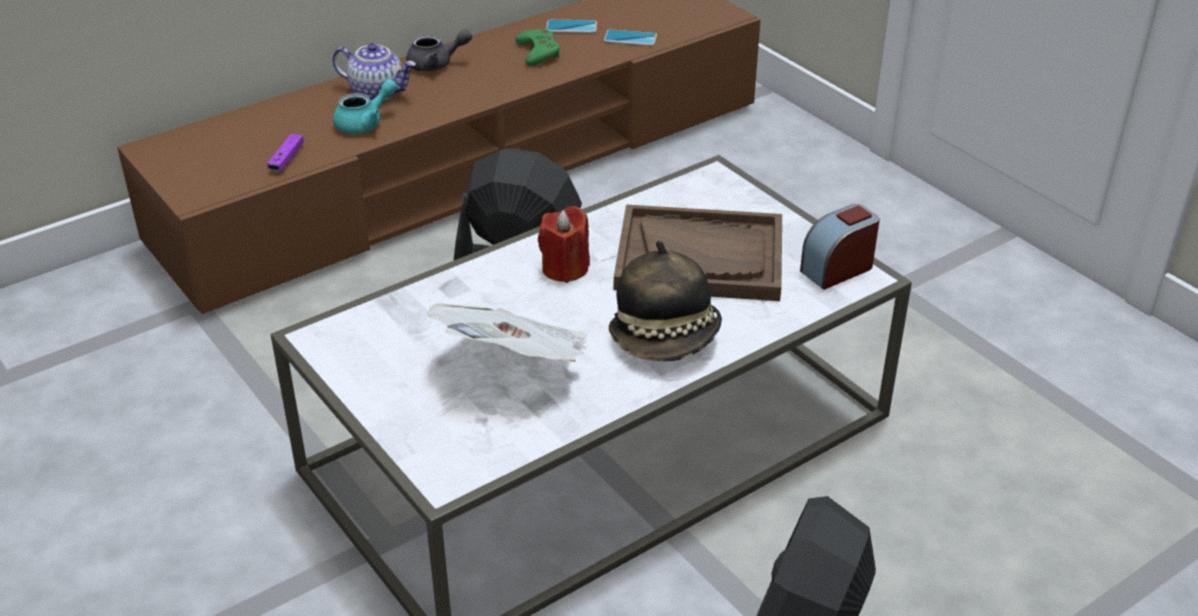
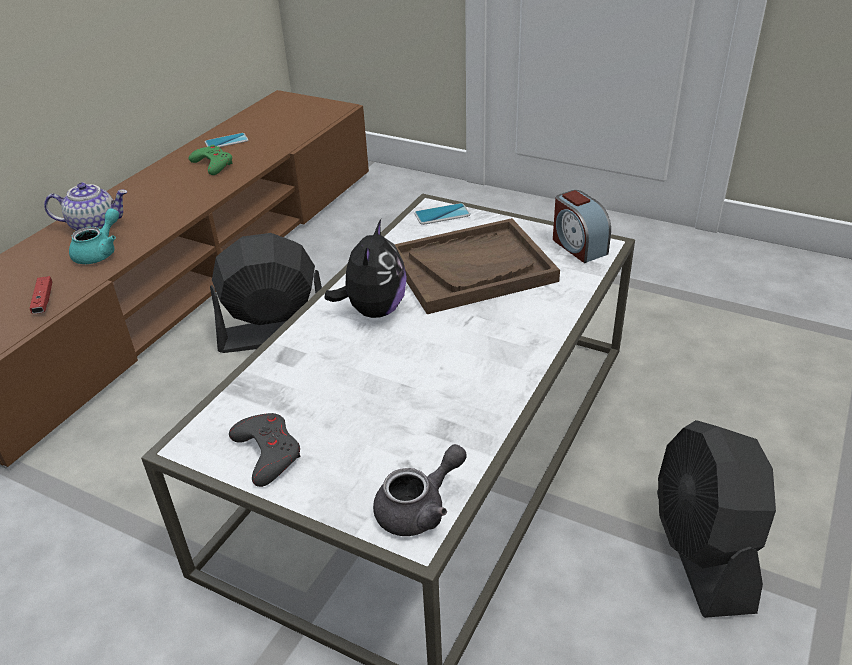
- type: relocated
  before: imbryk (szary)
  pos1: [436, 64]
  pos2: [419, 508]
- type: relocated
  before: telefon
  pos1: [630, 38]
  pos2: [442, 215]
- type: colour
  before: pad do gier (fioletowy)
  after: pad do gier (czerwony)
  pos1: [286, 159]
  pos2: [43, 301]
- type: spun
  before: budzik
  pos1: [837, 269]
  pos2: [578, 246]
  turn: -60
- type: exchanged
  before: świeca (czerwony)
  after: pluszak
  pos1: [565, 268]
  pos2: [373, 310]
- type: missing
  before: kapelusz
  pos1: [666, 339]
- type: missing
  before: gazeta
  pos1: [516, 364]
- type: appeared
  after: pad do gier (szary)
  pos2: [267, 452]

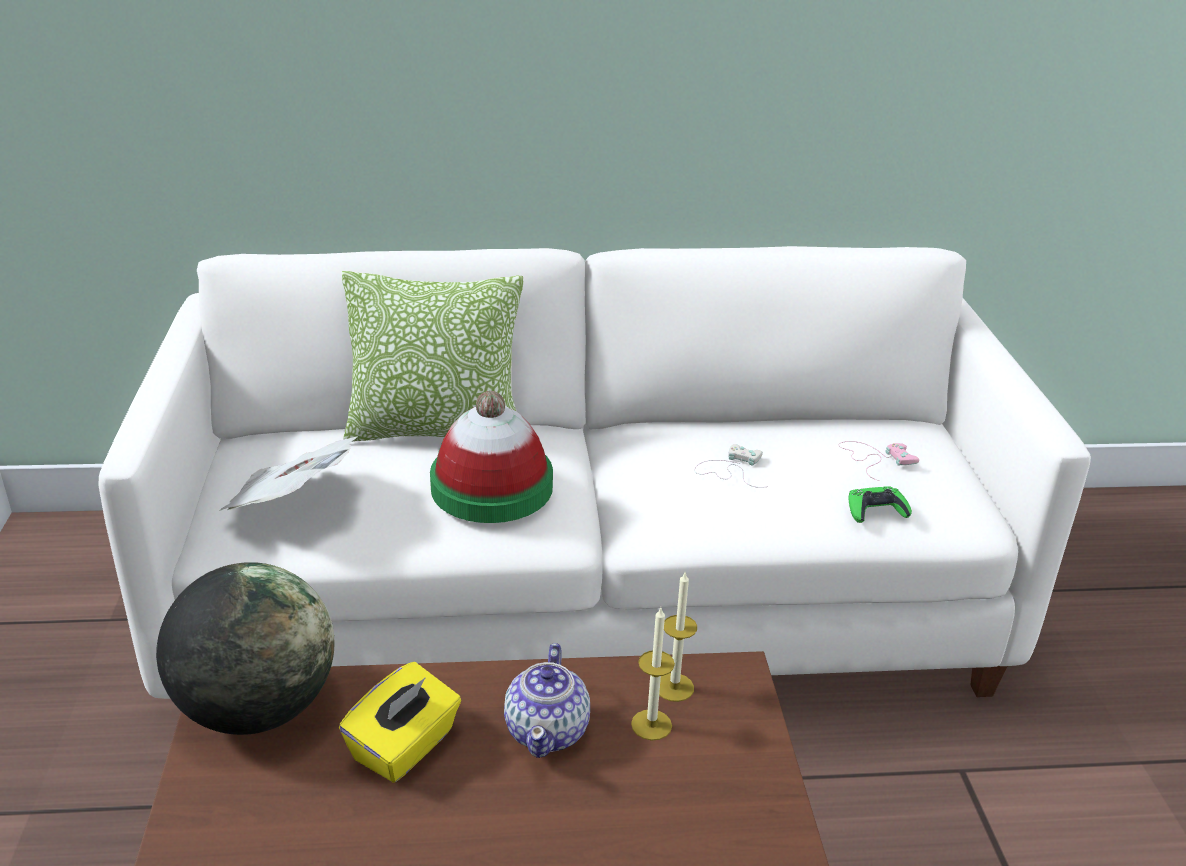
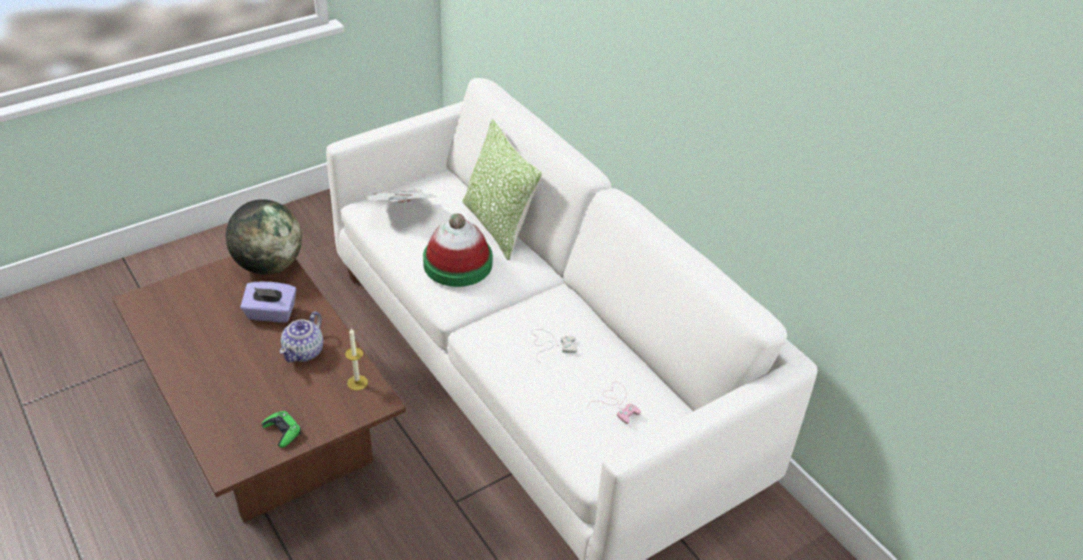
- type: relocated
  before: pad do gier (zielony)
  pos1: [876, 510]
  pos2: [282, 431]
- type: missing
  before: świeca
  pos1: [651, 725]
- type: spun
  before: imbryk
  pos1: [548, 730]
  pos2: [304, 351]
  turn: -45
- type: colour
  before: pudełko chusteczek (żółty)
  after: pudełko chusteczek (fioletowy)
  pos1: [405, 747]
  pos2: [271, 314]

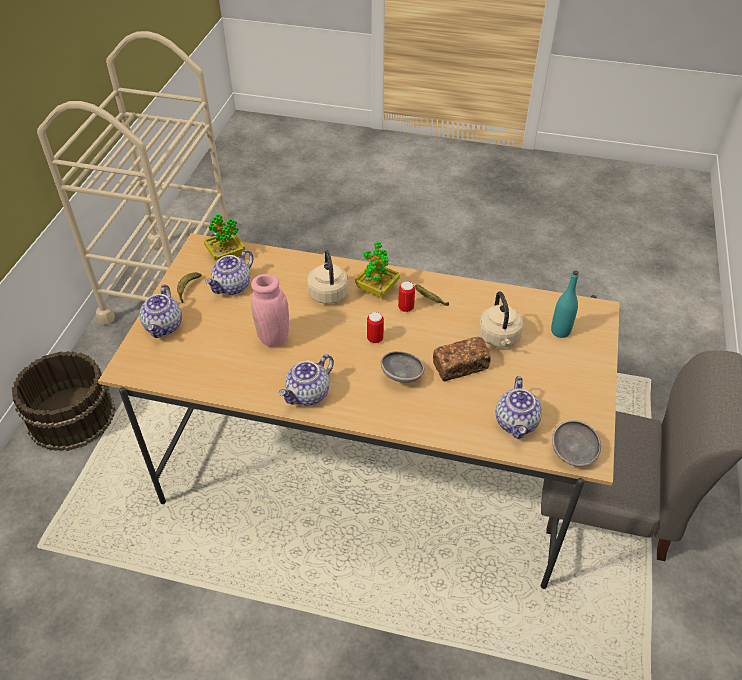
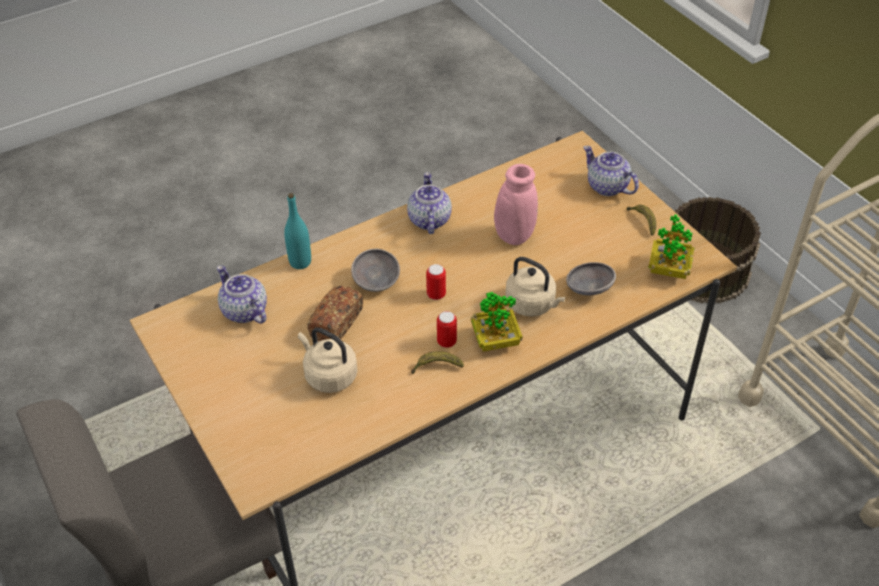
- type: missing
  before: imbryk
  pos1: [232, 286]
- type: relocated
  before: butelka (turkusowy)
  pos1: [560, 331]
  pos2: [300, 262]
- type: relocated
  before: miska (szary)
  pos1: [573, 453]
  pos2: [588, 289]

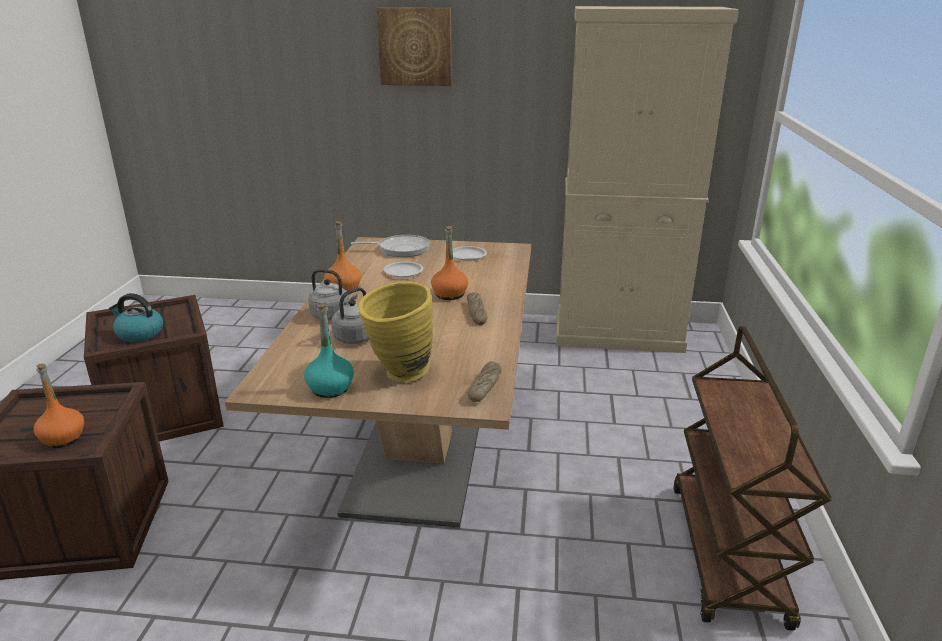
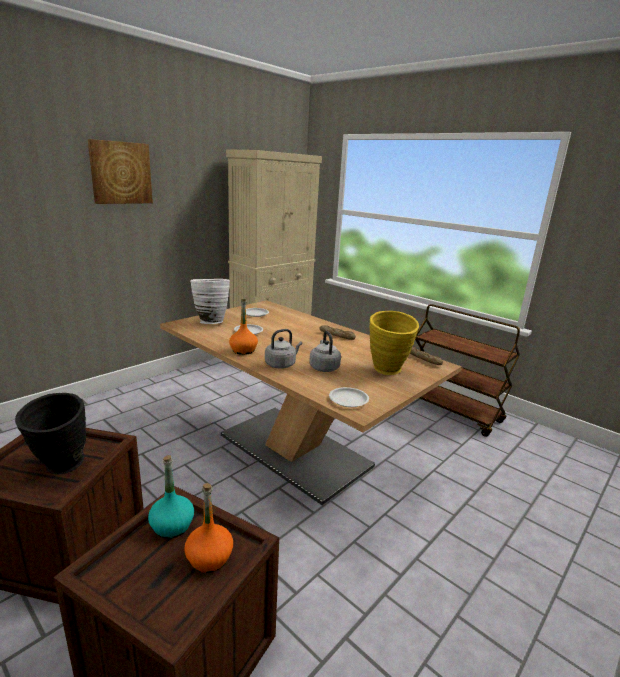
- type: missing
  before: butelka (pomarańczowy)
  pos1: [450, 294]
- type: exchanged
  before: patelnia
  after: wazon (biały)
  pos1: [400, 249]
  pos2: [210, 322]
- type: exchanged
  before: czajnik
  after: wazon (czarny)
  pos1: [139, 334]
  pos2: [61, 469]
- type: relocated
  before: butelka (turkusowy)
  pos1: [330, 388]
  pos2: [172, 526]
- type: appeared
  after: talerz (biały)
  pos2: [349, 400]

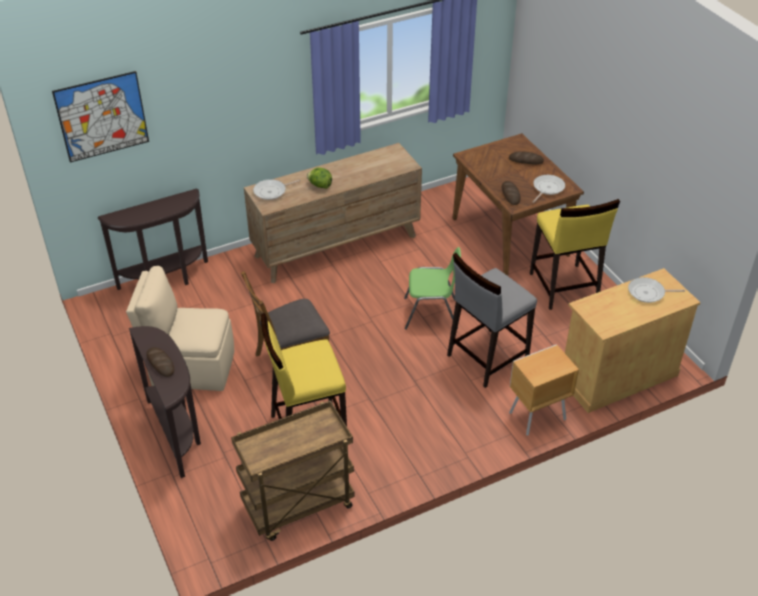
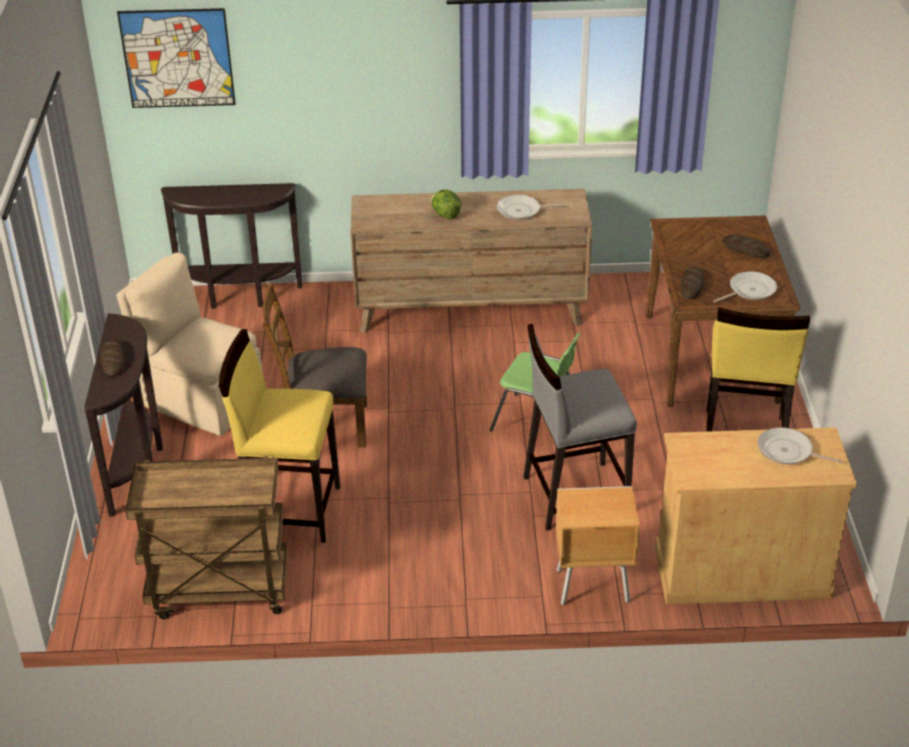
- type: relocated
  before: patelnia
  pos1: [272, 191]
  pos2: [521, 211]

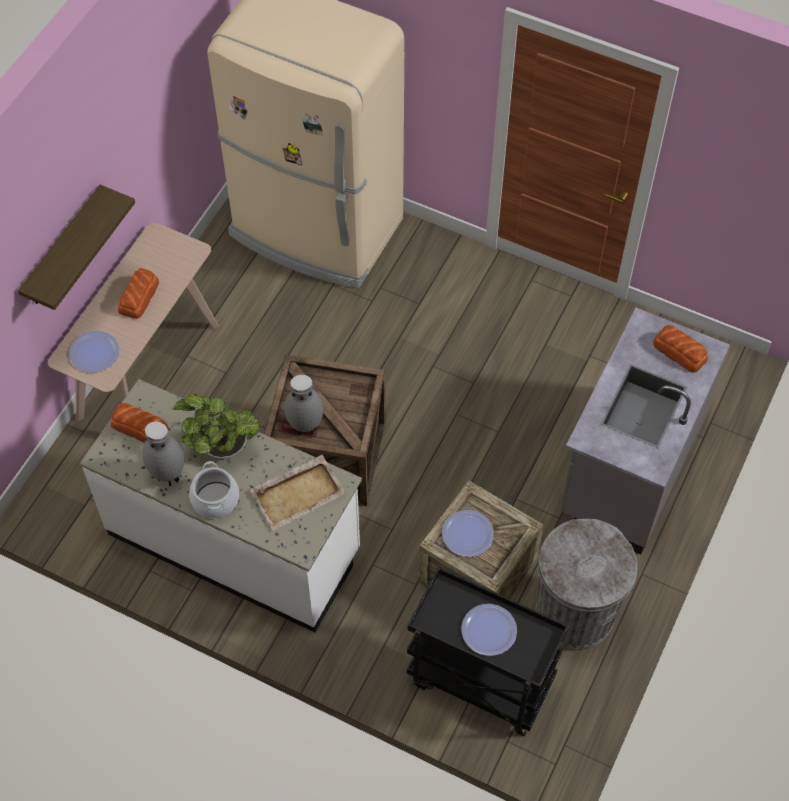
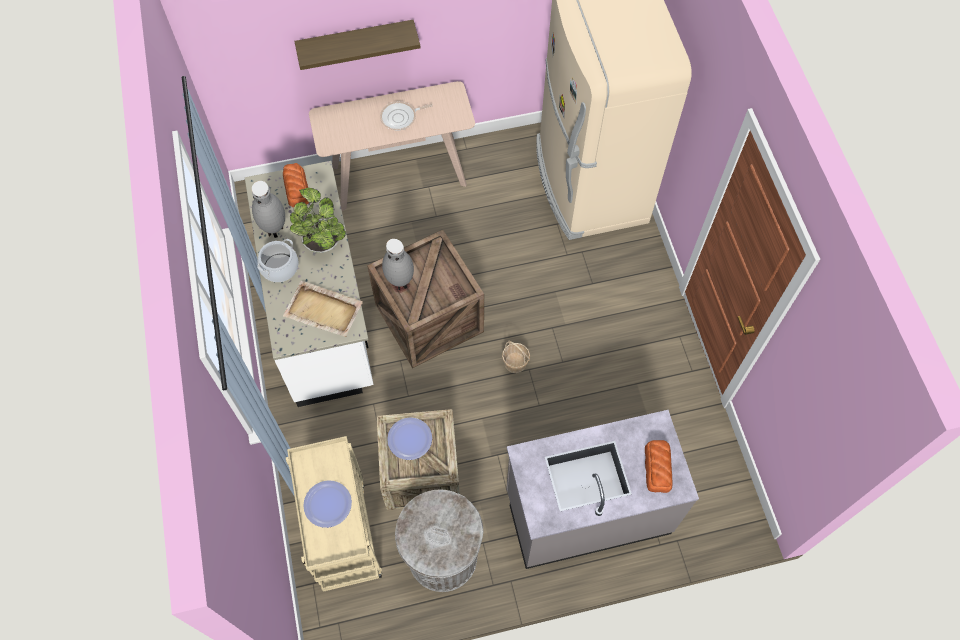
- type: exchanged
  before: chleb
  after: patelnia
  pos1: [139, 296]
  pos2: [401, 118]
- type: missing
  before: talerz
  pos1: [94, 353]
- type: colour
  before: wózek (czarny)
  after: wózek (beżowy)
  pos1: [479, 681]
  pos2: [342, 532]
- type: appeared
  after: koszyk
  pos2: [515, 363]

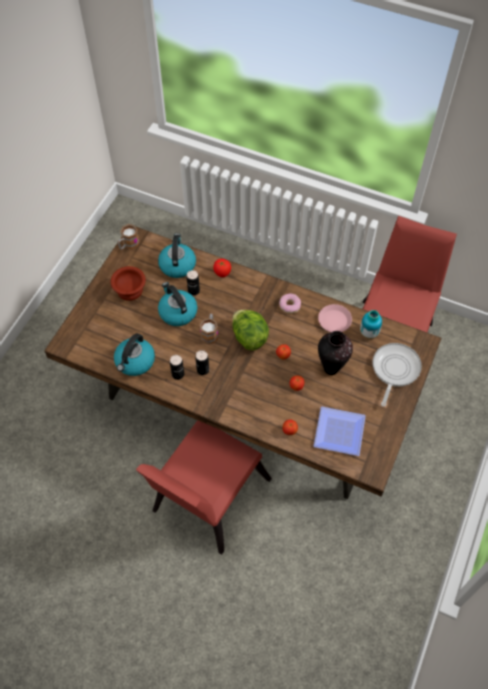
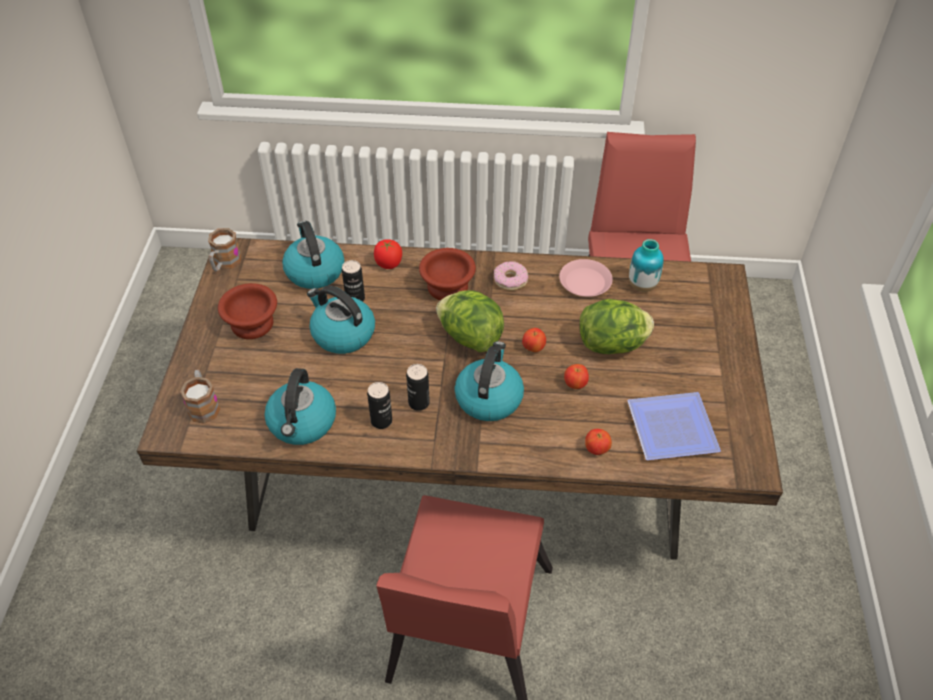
- type: relocated
  before: kubek
  pos1: [210, 333]
  pos2: [204, 405]
- type: exchanged
  before: wazon
  after: sałata
  pos1: [330, 368]
  pos2: [612, 345]
- type: missing
  before: patelnia
  pos1: [394, 370]
- type: appeared
  after: miska (brązowy)
  pos2: [449, 287]
- type: appeared
  after: czajnik
  pos2: [488, 398]

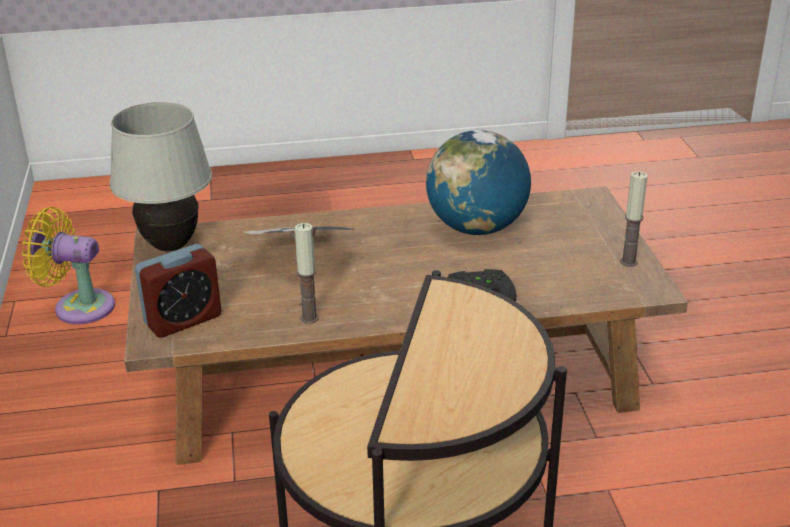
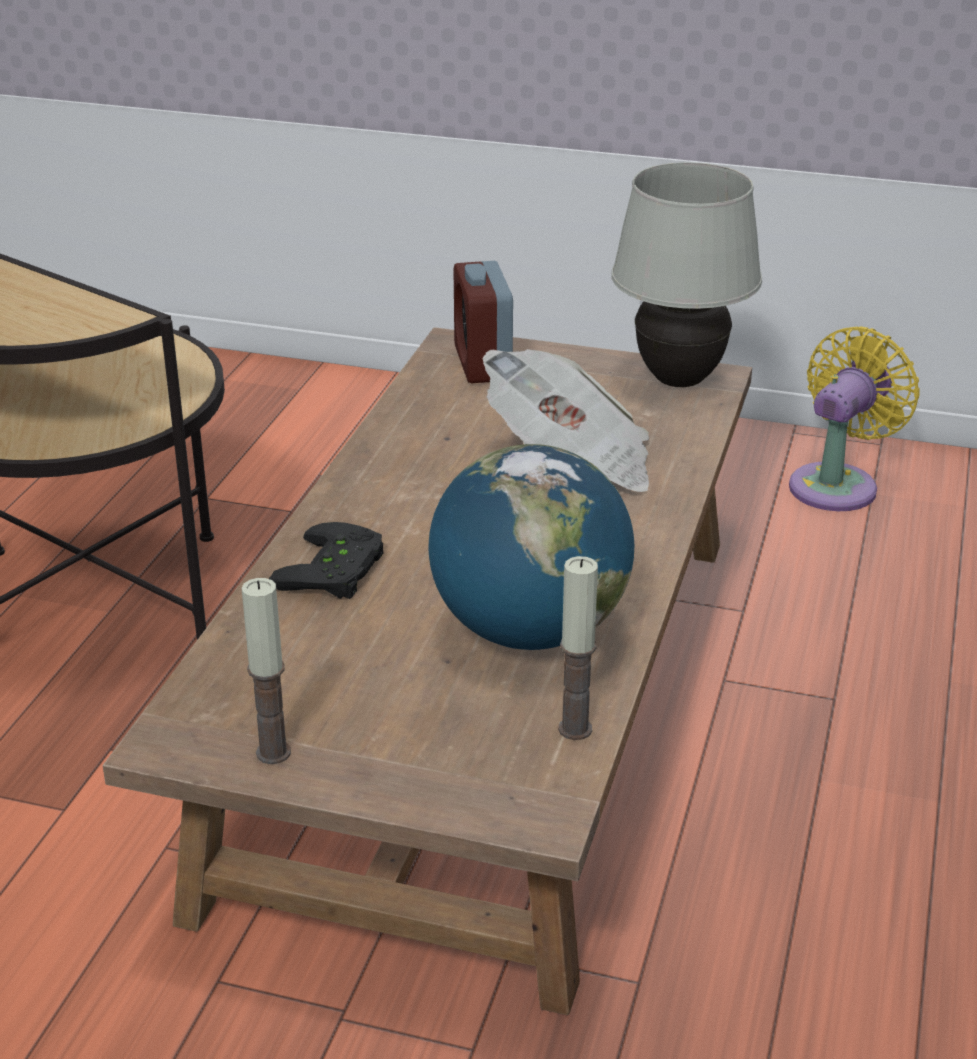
- type: relocated
  before: świeca
  pos1: [309, 318]
  pos2: [575, 729]

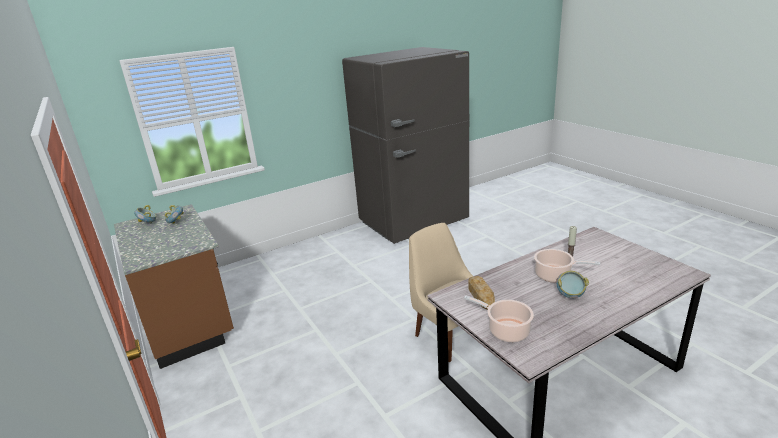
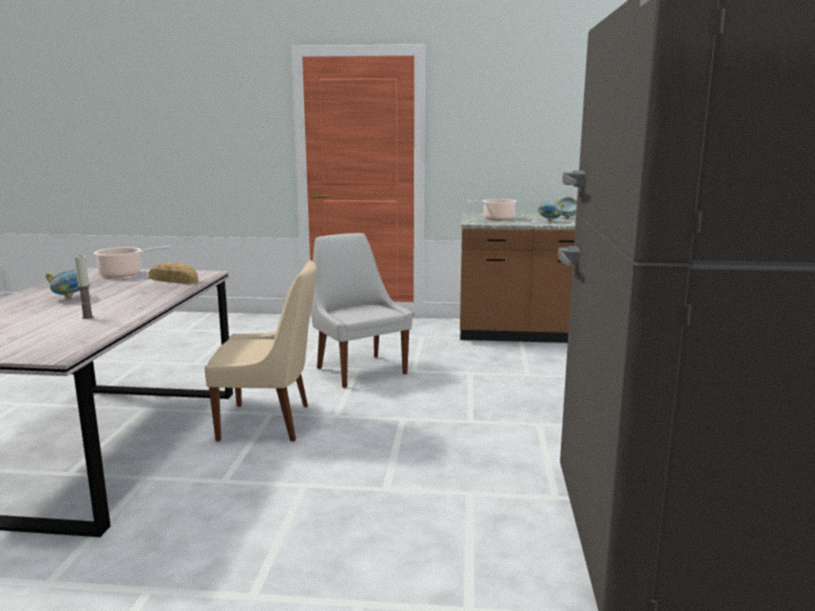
- type: relocated
  before: garnek
  pos1: [555, 275]
  pos2: [496, 219]
- type: appeared
  after: krzesło (biały)
  pos2: [359, 370]

